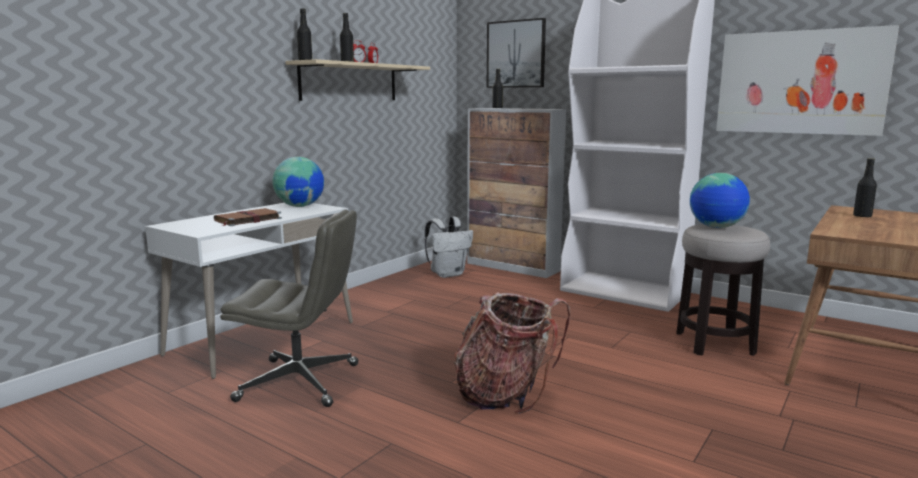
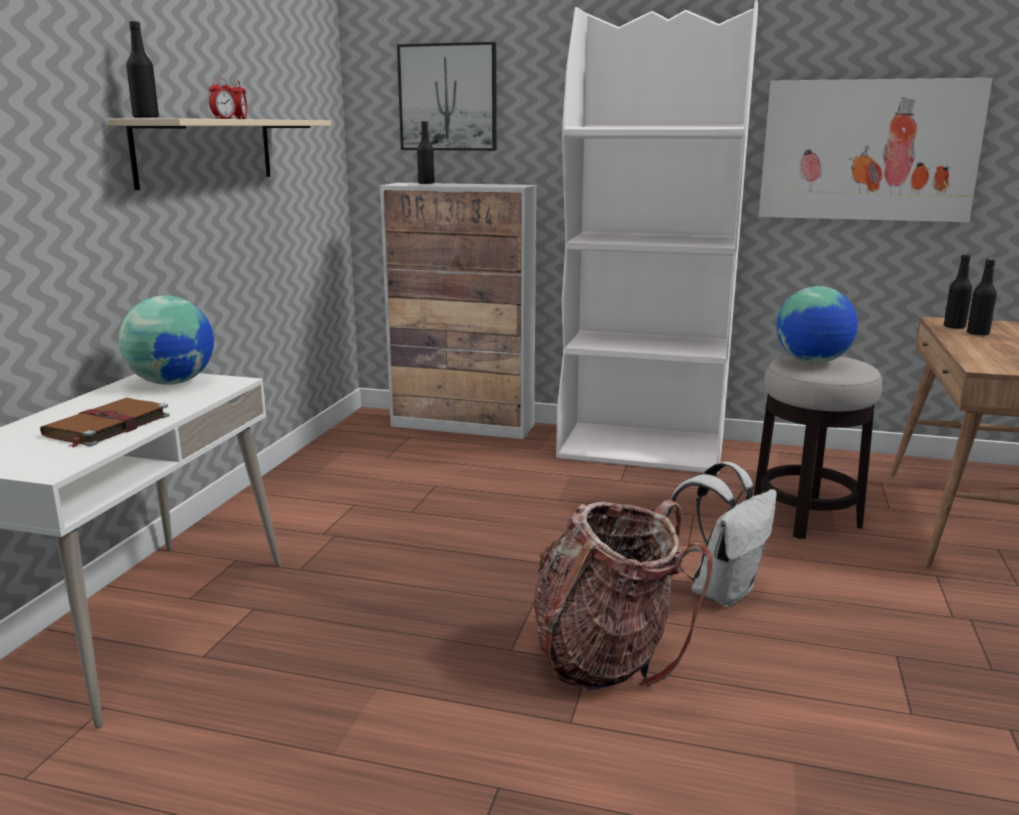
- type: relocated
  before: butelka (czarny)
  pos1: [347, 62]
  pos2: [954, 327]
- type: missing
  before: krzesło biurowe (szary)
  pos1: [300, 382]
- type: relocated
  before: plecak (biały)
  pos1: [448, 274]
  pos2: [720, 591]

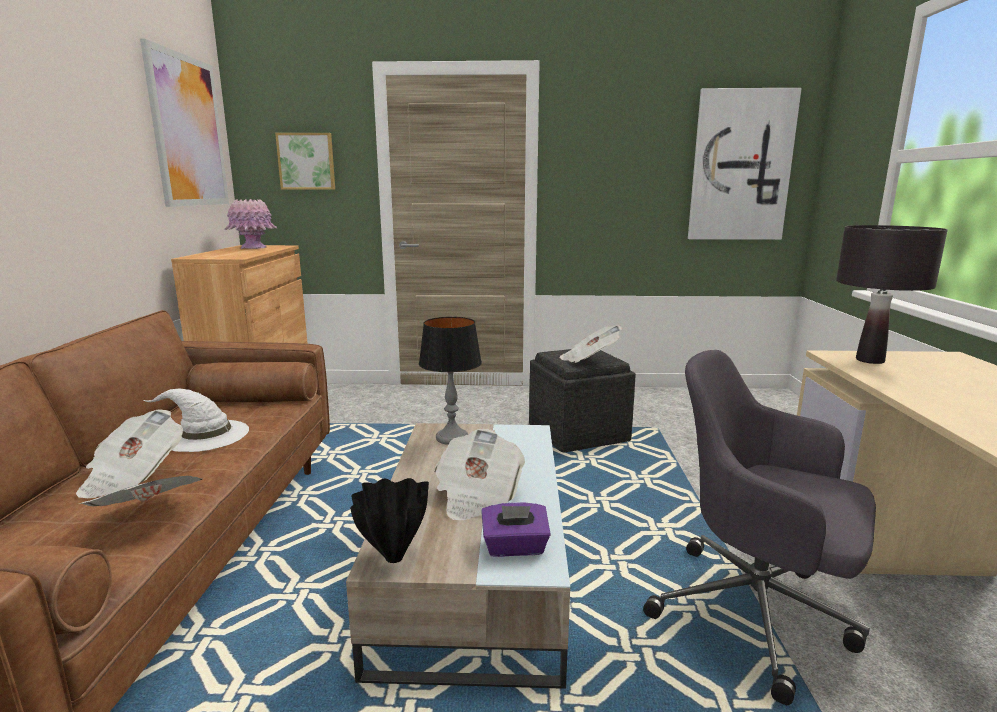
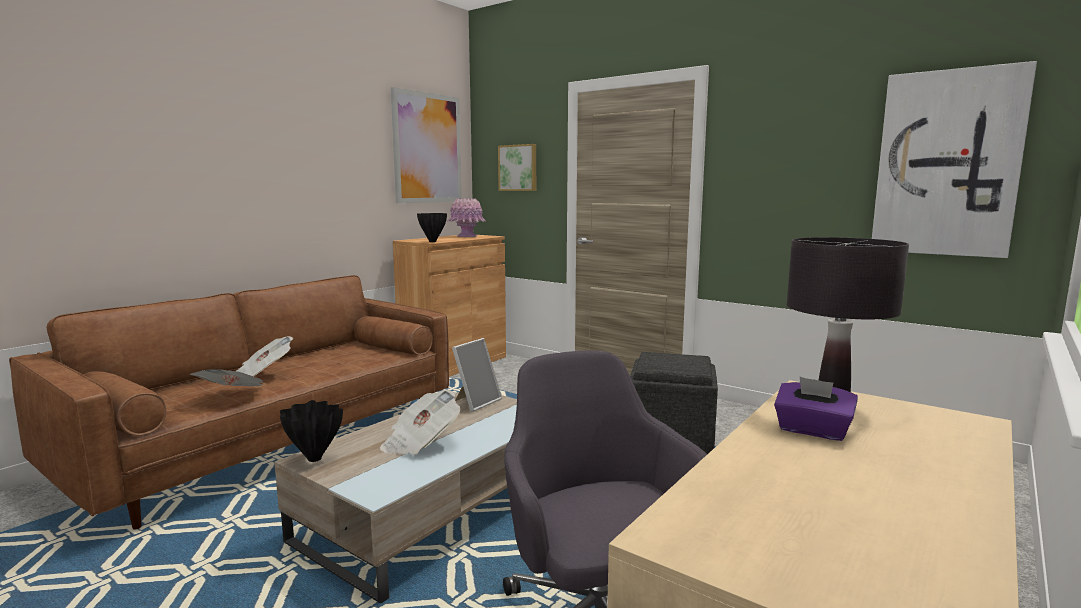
- type: exchanged
  before: lampa stołowa
  after: ramka na zdjęcie
  pos1: [452, 438]
  pos2: [476, 402]
- type: missing
  before: gazeta
  pos1: [589, 359]
- type: missing
  before: kapelusz (biały)
  pos1: [205, 435]
- type: relocated
  before: pudełko chusteczek (fioletowy)
  pos1: [515, 547]
  pos2: [812, 430]
- type: appeared
  after: wazon (czarny)
  pos2: [433, 241]

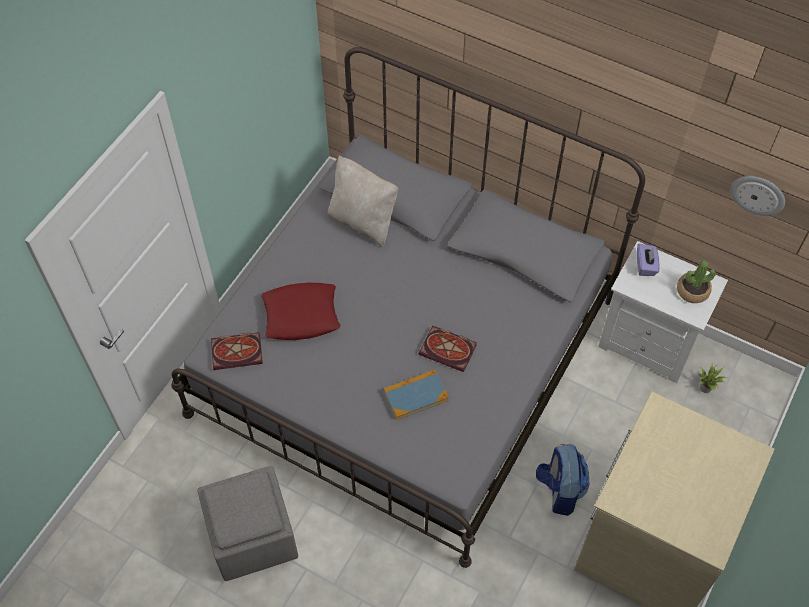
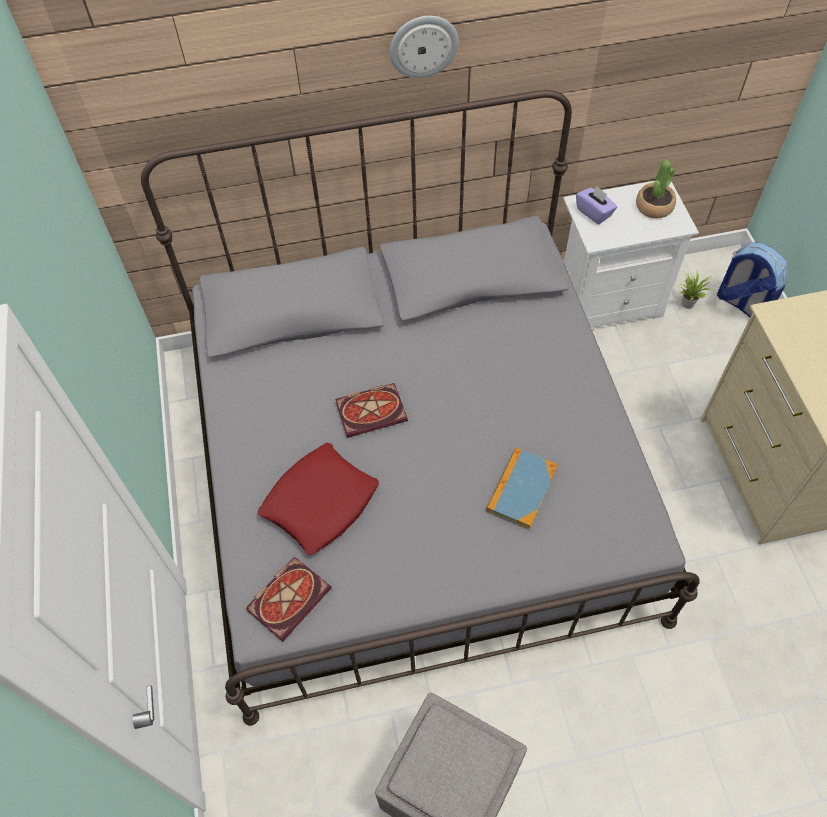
- type: missing
  before: poduszka (beżowy)
  pos1: [363, 220]
- type: relocated
  before: zegar ścienny
  pos1: [758, 194]
  pos2: [423, 46]
- type: relocated
  before: książka
  pos1: [449, 349]
  pos2: [372, 410]
- type: relocated
  before: plecak
  pos1: [559, 490]
  pos2: [741, 303]

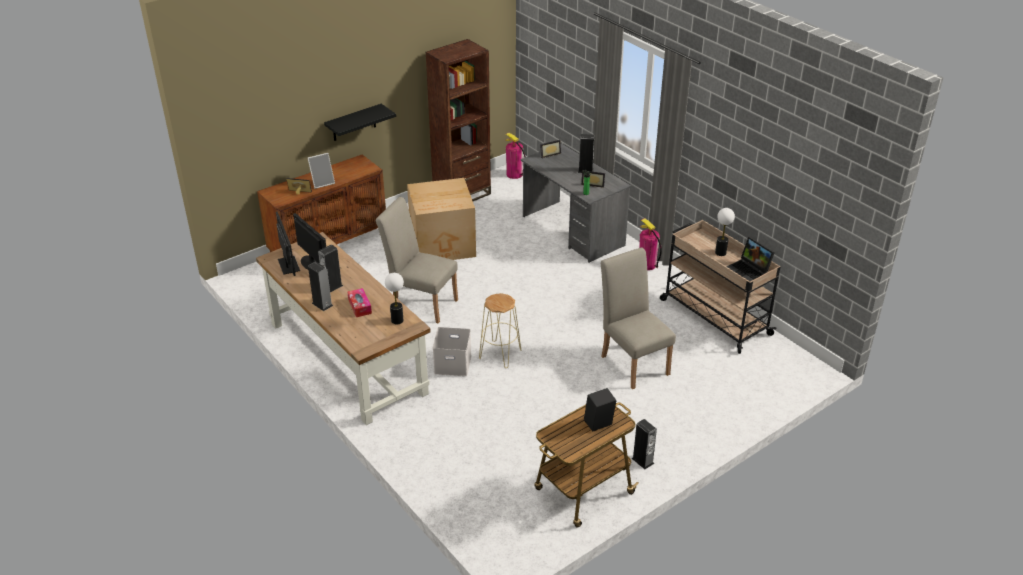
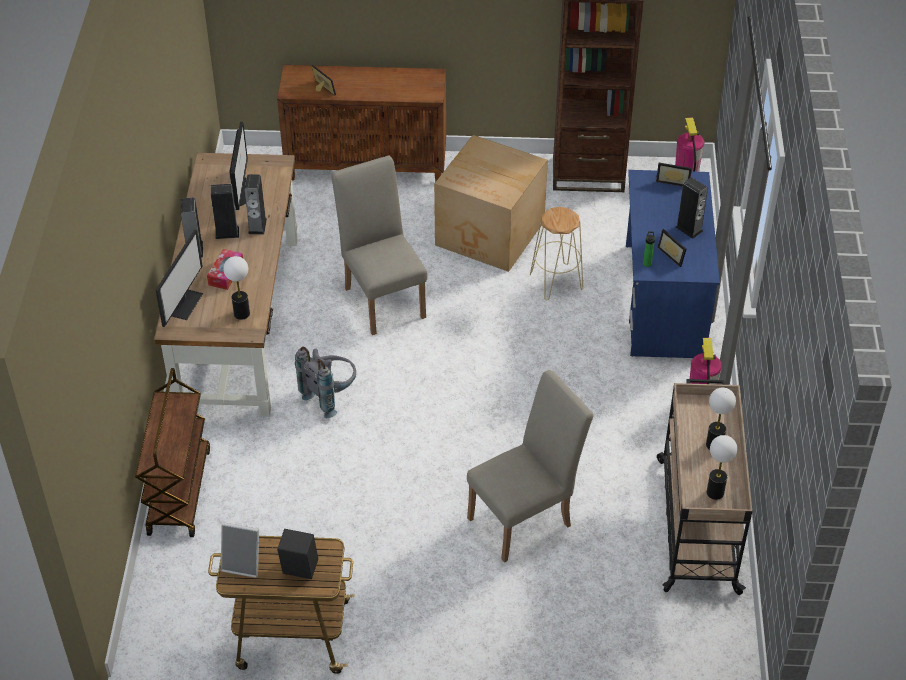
- type: missing
  before: półka (czarny)
  pos1: [354, 123]
- type: colour
  before: biurko (szary)
  after: biurko (niebieski)
  pos1: [572, 231]
  pos2: [663, 301]
- type: relocated
  before: ramka na zdjęcie
  pos1: [322, 183]
  pos2: [243, 563]
- type: relocated
  before: monitor
  pos1: [288, 265]
  pos2: [183, 303]
- type: exchanged
  before: laptop
  after: lampa stołowa
  pos1: [748, 271]
  pos2: [715, 493]
- type: spun
  before: krzesło (beżowy)
  pos1: [632, 361]
  pos2: [526, 518]
  turn: 45
- type: relocated
  before: stołek (beżowy)
  pos1: [499, 354]
  pos2: [556, 281]
- type: exchanged
  before: pojemnik do przechowywania (biały)
  after: plecak (szary)
  pos1: [452, 364]
  pos2: [330, 396]
- type: relocated
  before: głośnik
  pos1: [642, 461]
  pos2: [257, 226]
- type: appeared
  after: wózek (brązowy)
  pos2: [178, 491]

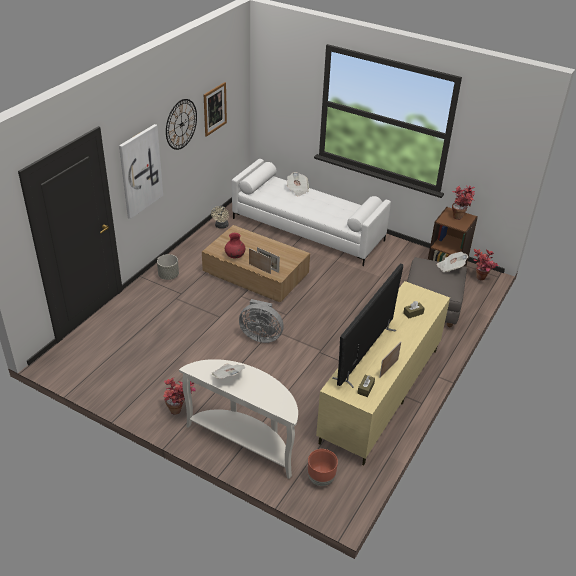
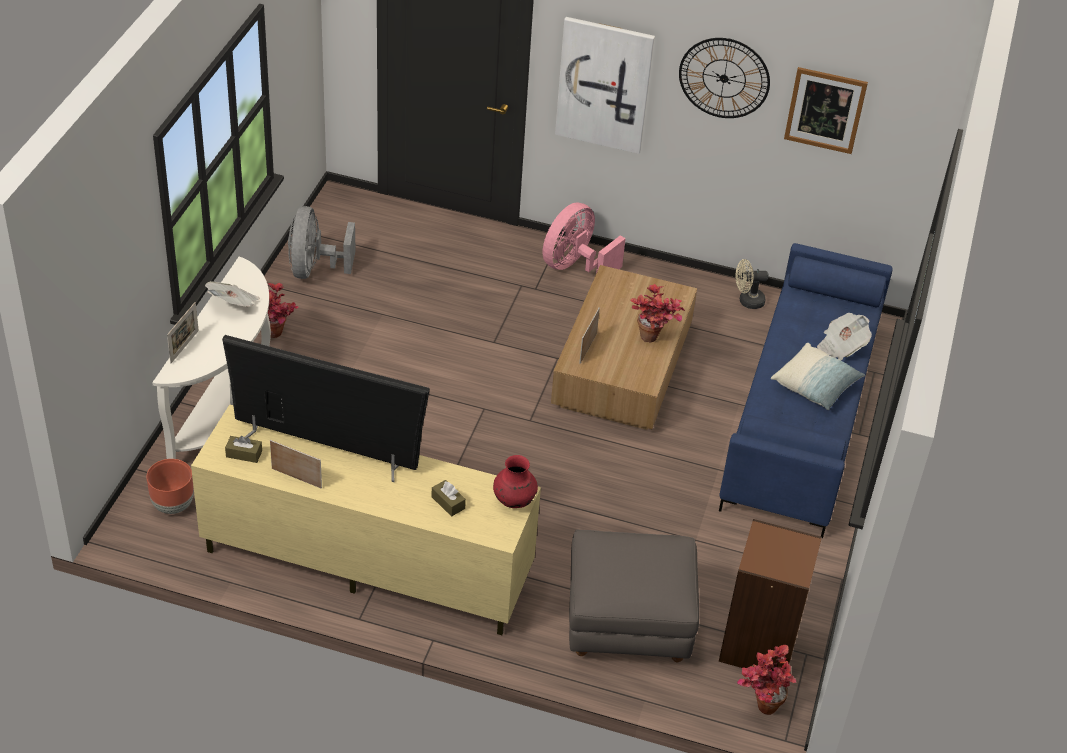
- type: colour
  before: kanapa (biały)
  after: kanapa (niebieski)
  pos1: [308, 229]
  pos2: [801, 418]
- type: relocated
  before: roślina doniczkowa
  pos1: [460, 216]
  pos2: [653, 340]
- type: relocated
  before: wazon (czerwony)
  pos1: [235, 256]
  pos2: [514, 500]
- type: relocated
  before: ramka na zdjęcie
  pos1: [259, 269]
  pos2: [184, 346]
- type: missing
  before: gazeta
  pos1: [450, 267]
- type: exchanged
  before: donica (szary)
  after: wentylator (różowy)
  pos1: [168, 276]
  pos2: [575, 266]
- type: relocated
  before: wentylator (szary)
  pos1: [261, 336]
  pos2: [314, 269]
- type: appeared
  after: poduszka
  pos2: [815, 385]

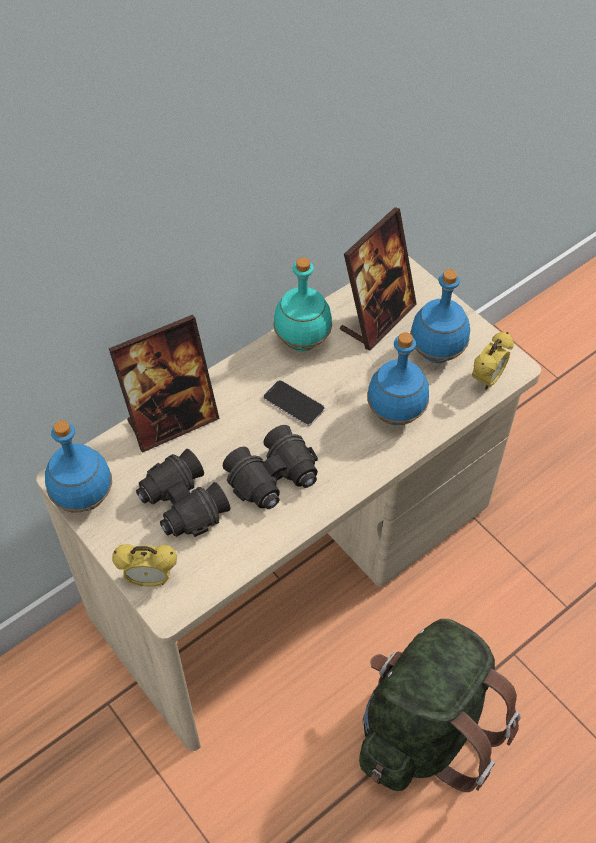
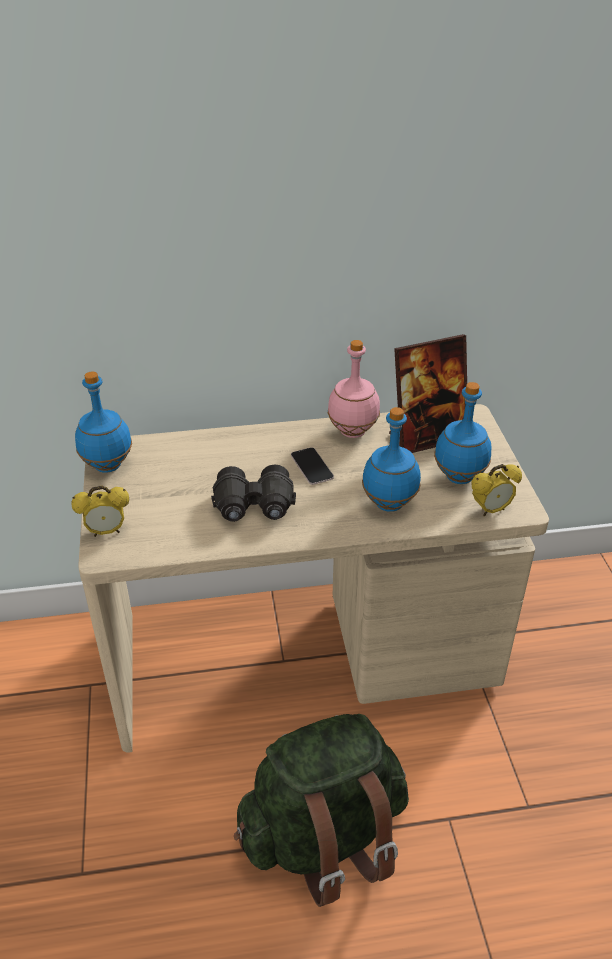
- type: colour
  before: butelka (turkusowy)
  after: butelka (różowy)
  pos1: [302, 342]
  pos2: [352, 432]
- type: missing
  before: ramka na zdjęcie
  pos1: [172, 421]
- type: missing
  before: lornetka (czarny)
  pos1: [182, 505]
- type: spun
  before: budzik
  pos1: [150, 579]
  pos2: [106, 531]
  turn: -45

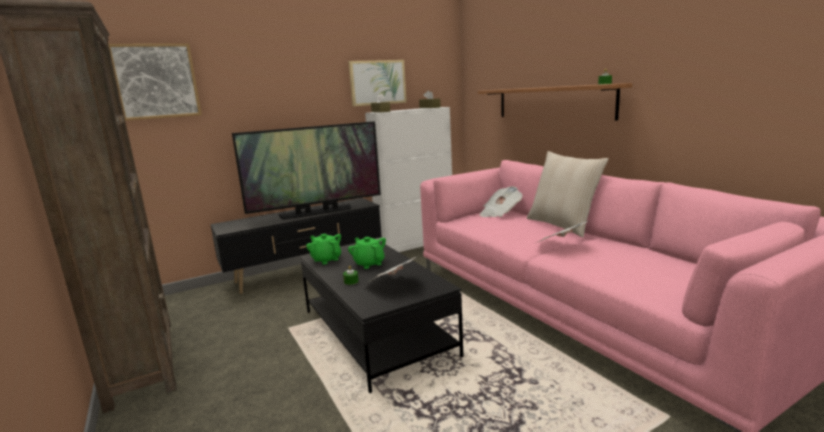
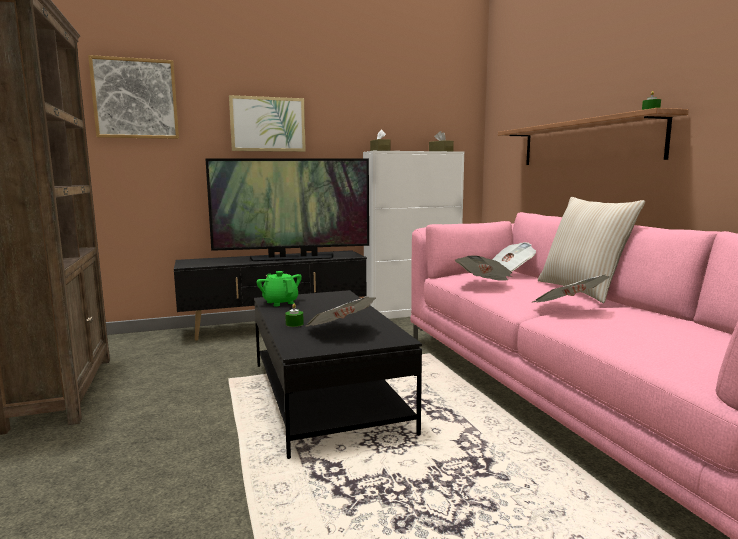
- type: relocated
  before: obraz
  pos1: [377, 82]
  pos2: [268, 124]
- type: missing
  before: imbryk (zielony)
  pos1: [369, 264]
- type: appeared
  after: gazeta
  pos2: [485, 284]

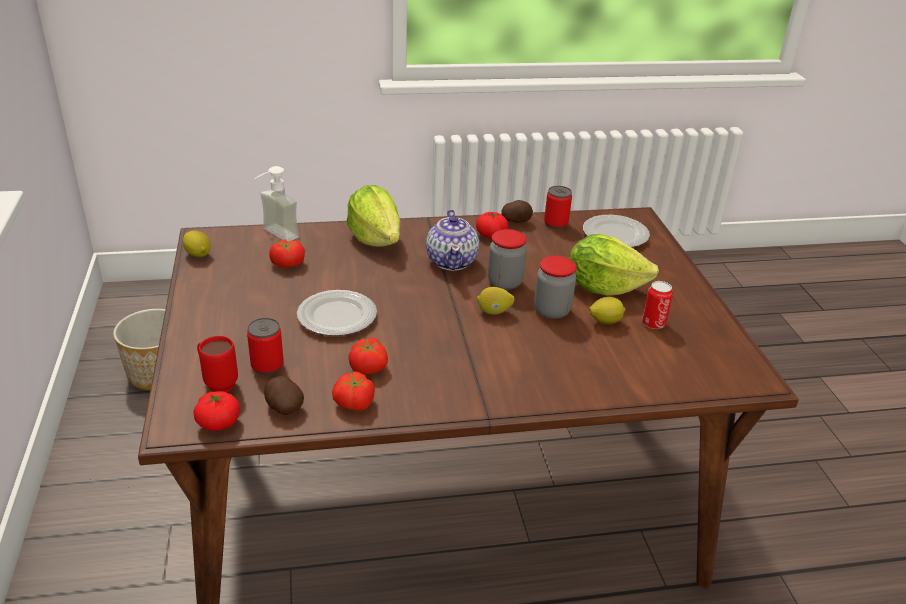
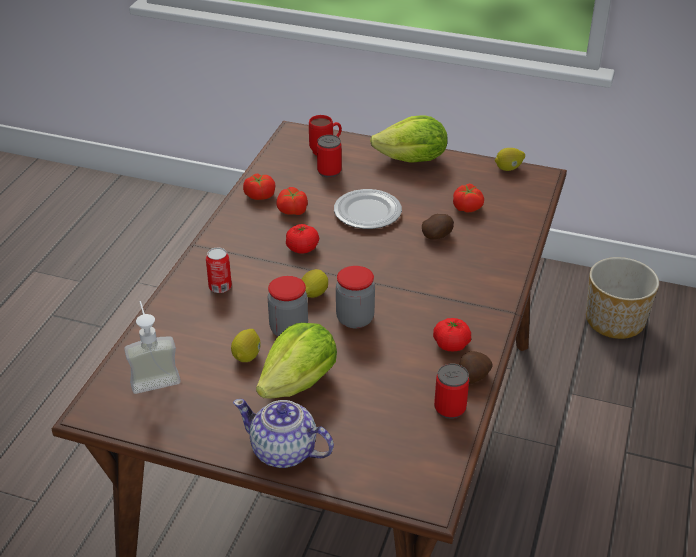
- type: relocated
  before: dozownik mydła
  pos1: [274, 236]
  pos2: [154, 376]
- type: relocated
  before: sałata
  pos1: [375, 238]
  pos2: [412, 160]
- type: relocated
  before: imbryk
  pos1: [452, 261]
  pos2: [284, 452]
- type: missing
  before: talerz
  pos1: [615, 235]
- type: relocated
  before: puszka
  pos1: [653, 323]
  pos2: [220, 287]
- type: relocated
  before: ziemniak
  pos1: [283, 407]
  pos2: [437, 236]
- type: relocated
  before: pomidor
  pos1: [218, 423]
  pos2: [302, 248]

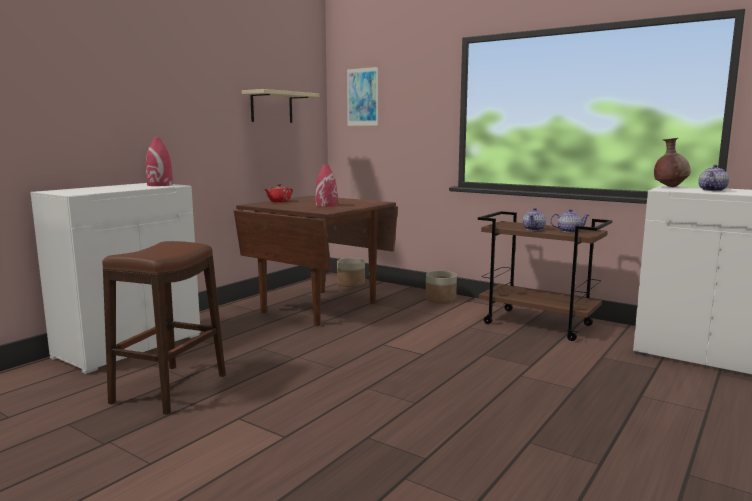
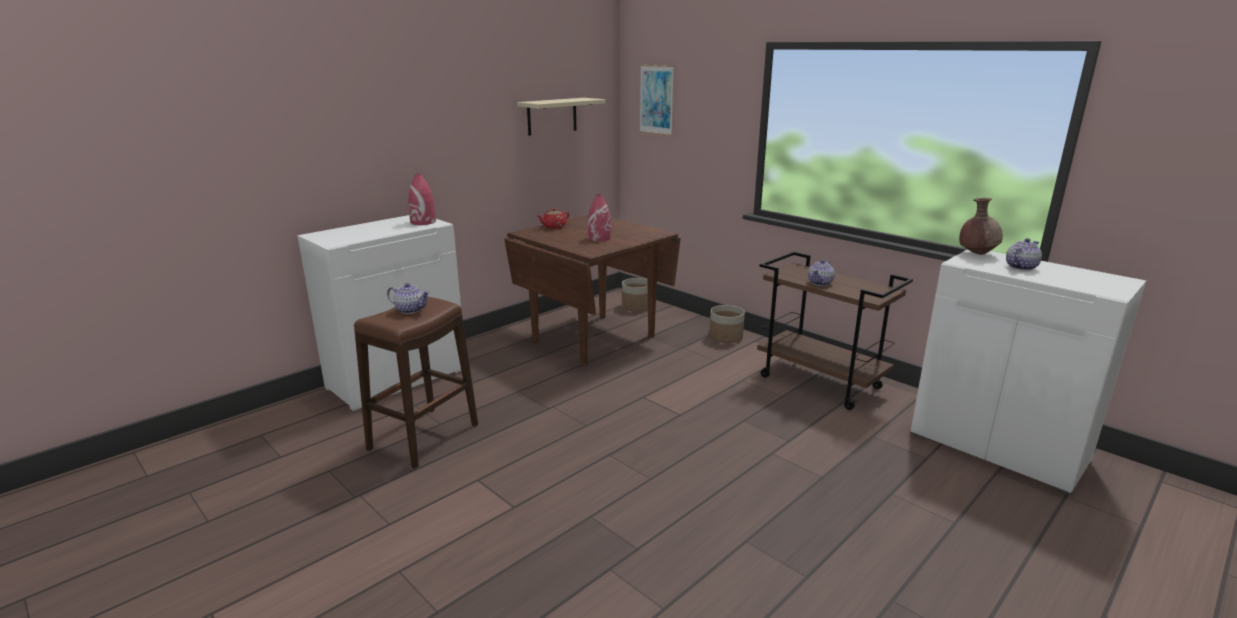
- type: relocated
  before: imbryk
  pos1: [568, 231]
  pos2: [410, 310]

